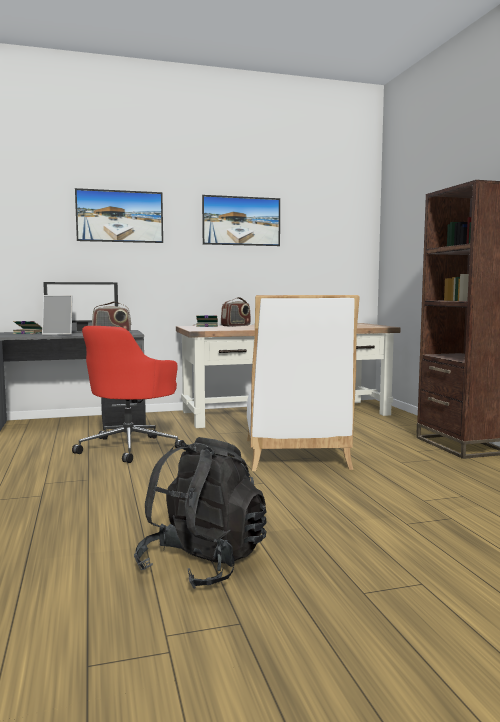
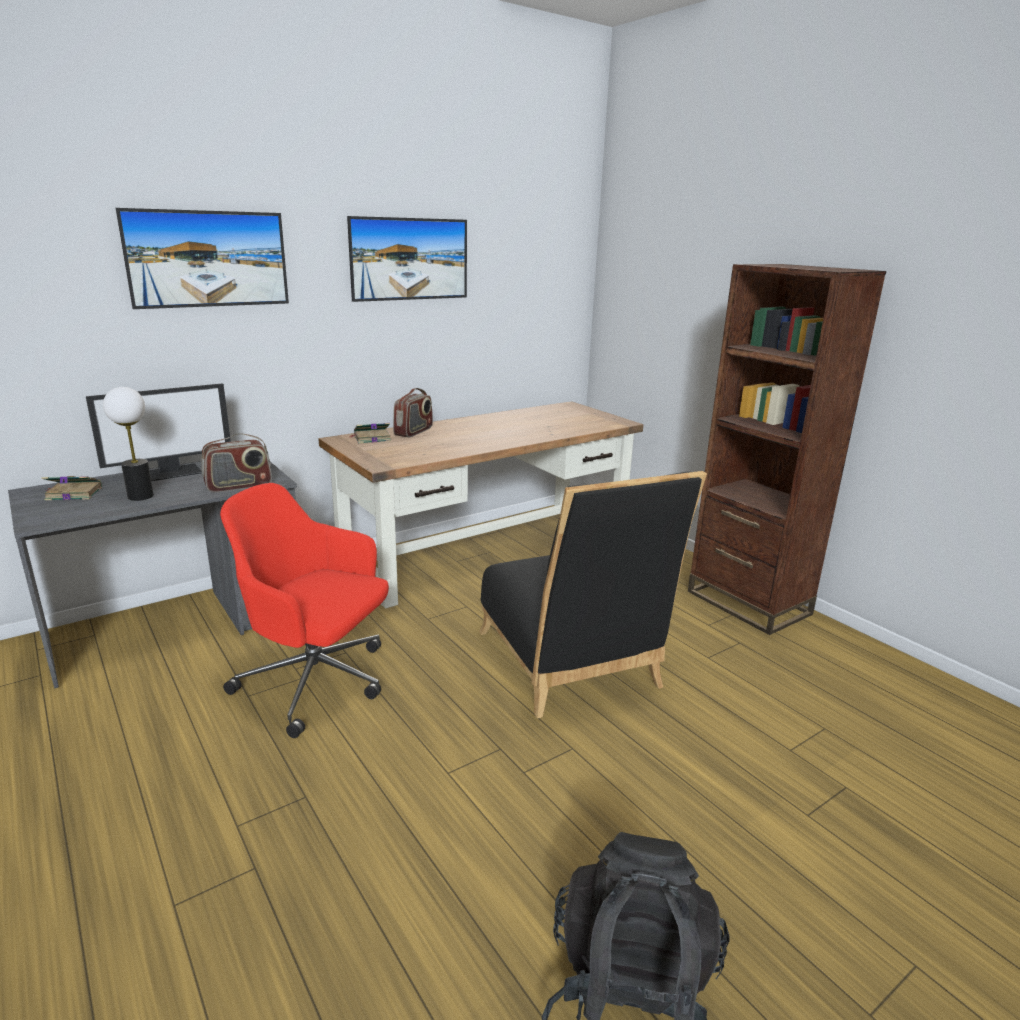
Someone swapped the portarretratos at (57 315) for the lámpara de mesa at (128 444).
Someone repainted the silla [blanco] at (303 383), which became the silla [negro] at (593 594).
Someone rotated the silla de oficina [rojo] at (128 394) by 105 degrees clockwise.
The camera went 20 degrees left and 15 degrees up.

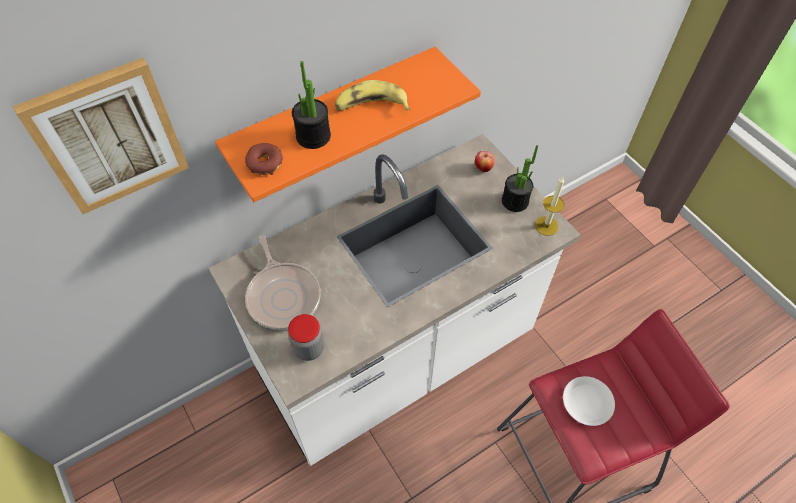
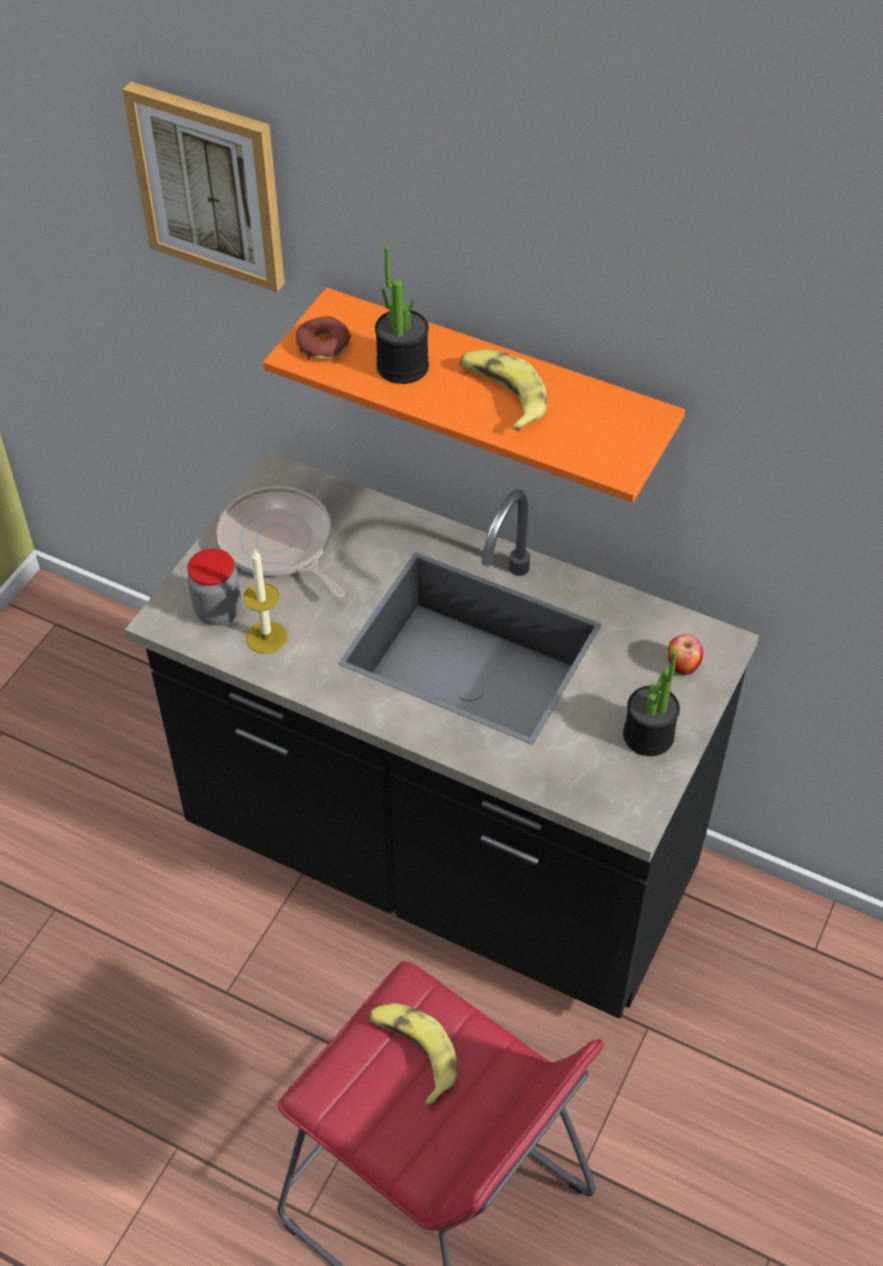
Someone repainted the mueble bajo de cocina [blanco] at (394 300), which became the mueble bajo de cocina [negro] at (442 735).
Someone carried the vela from (549 206) to (265 602).
Someone rotated the sartén at (283 282) by 105 degrees clockwise.
Someone swapped the plato [blanco] at (589 401) for the plátano at (413 1055).
The camera went 60 degrees right and 5 degrees down.

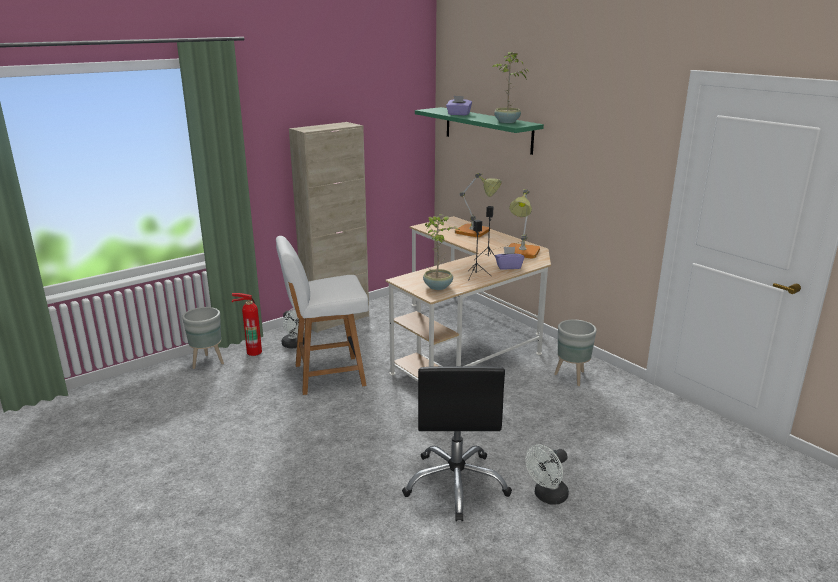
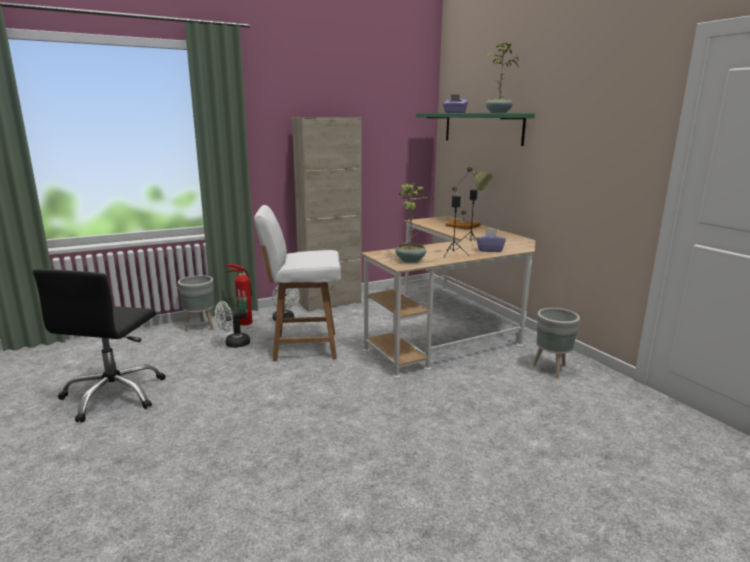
Someone took away the lámpara de mesa at (524 223).
Someone carried the silla de oficina [negro] from (457 443) to (99 345).
Someone carried the ventilador [blanco] from (547 475) to (232 324).
The camera went 10 degrees right and 5 degrees down.

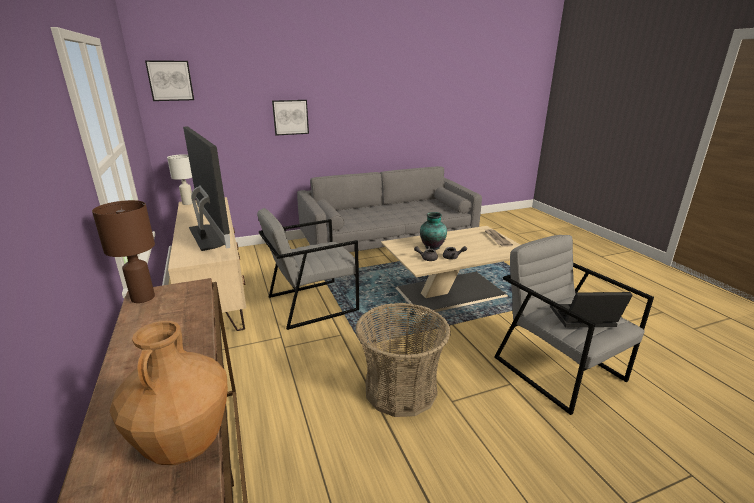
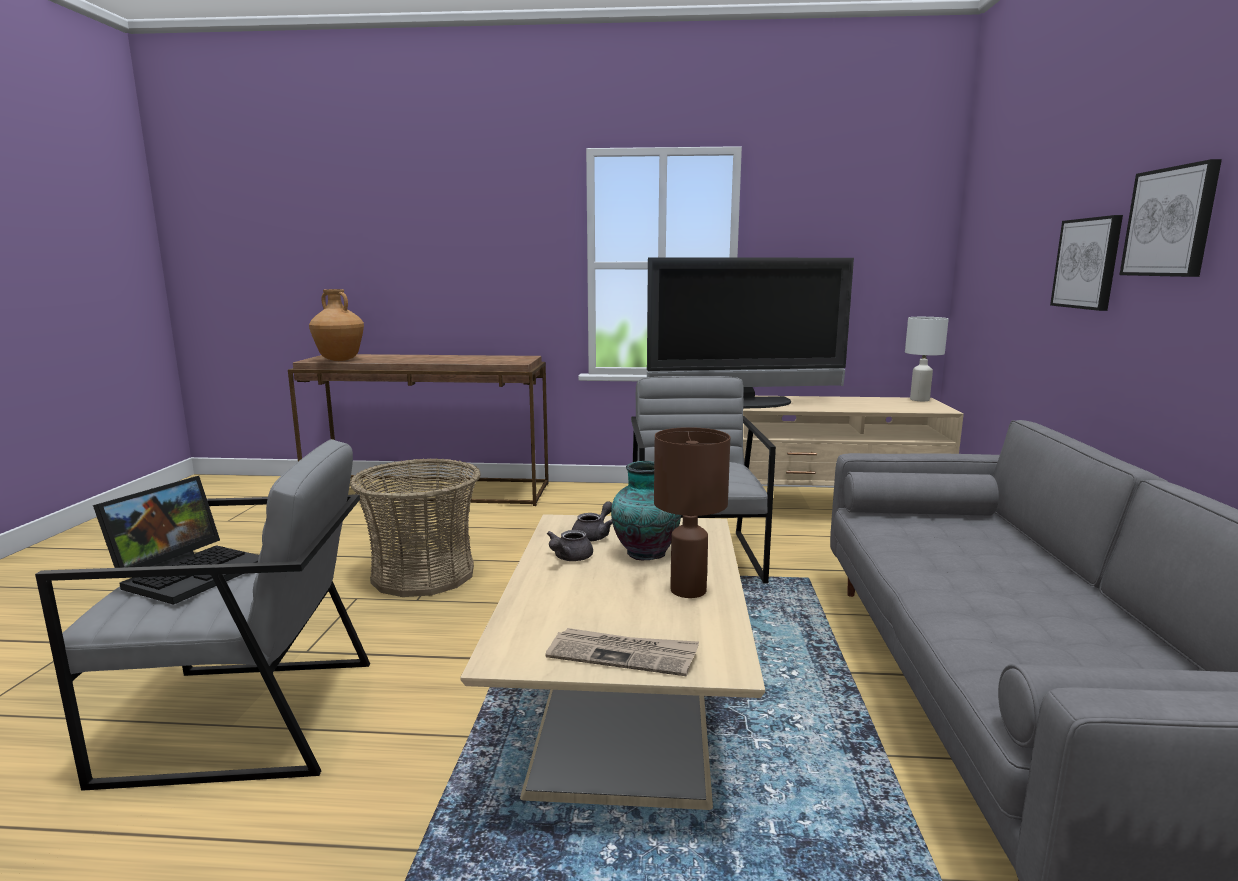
Someone carried the cuadro from (169 81) to (1171 218).
Someone carried the lámpara de mesa [marrón] from (123 251) to (692 512).
The camera went 115 degrees right and 10 degrees down.

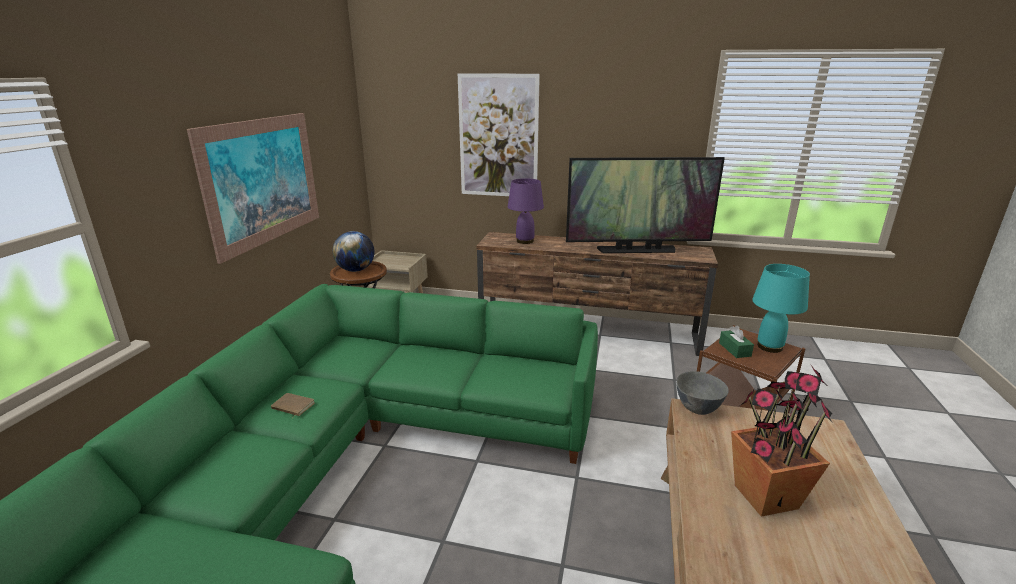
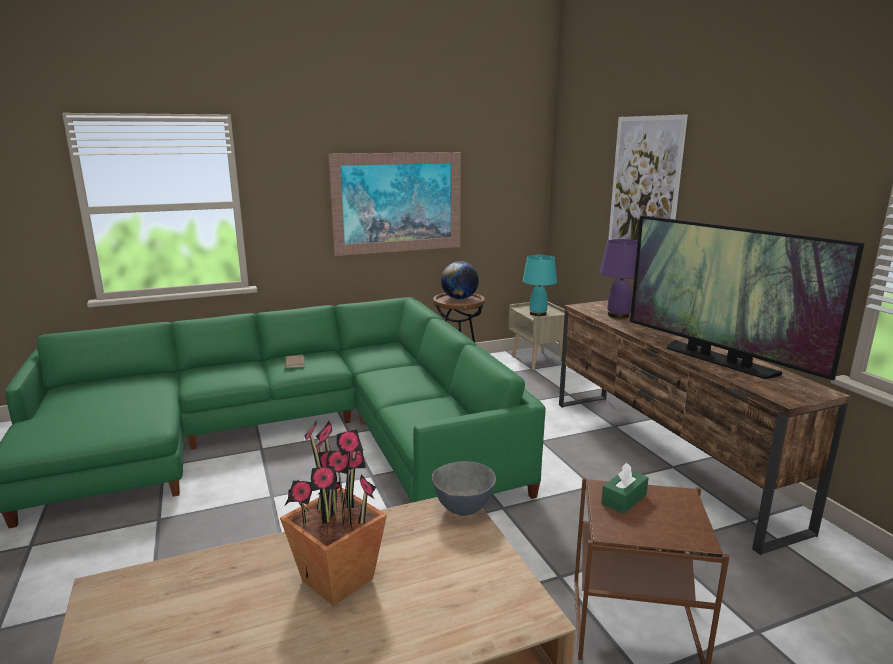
Someone carried the lámpara de mesa [turquesa] from (781 308) to (540 285).
The camera went 55 degrees right and 5 degrees down.

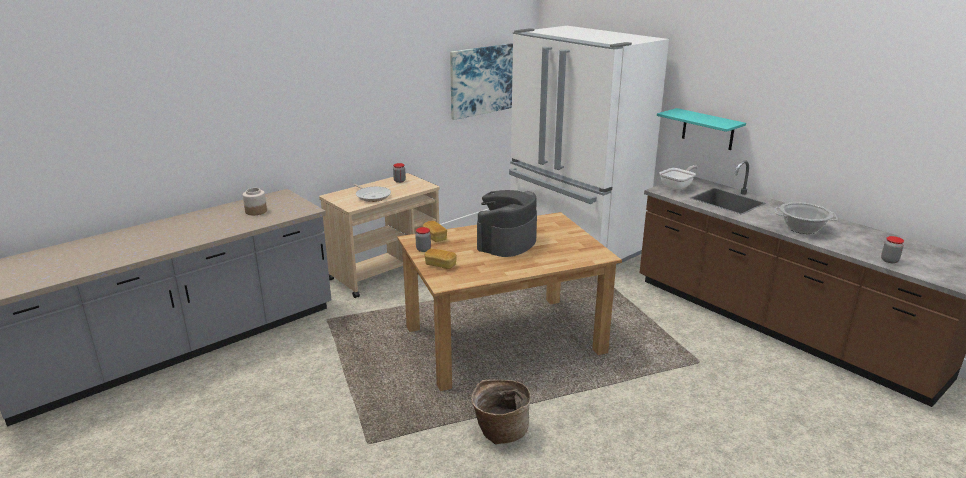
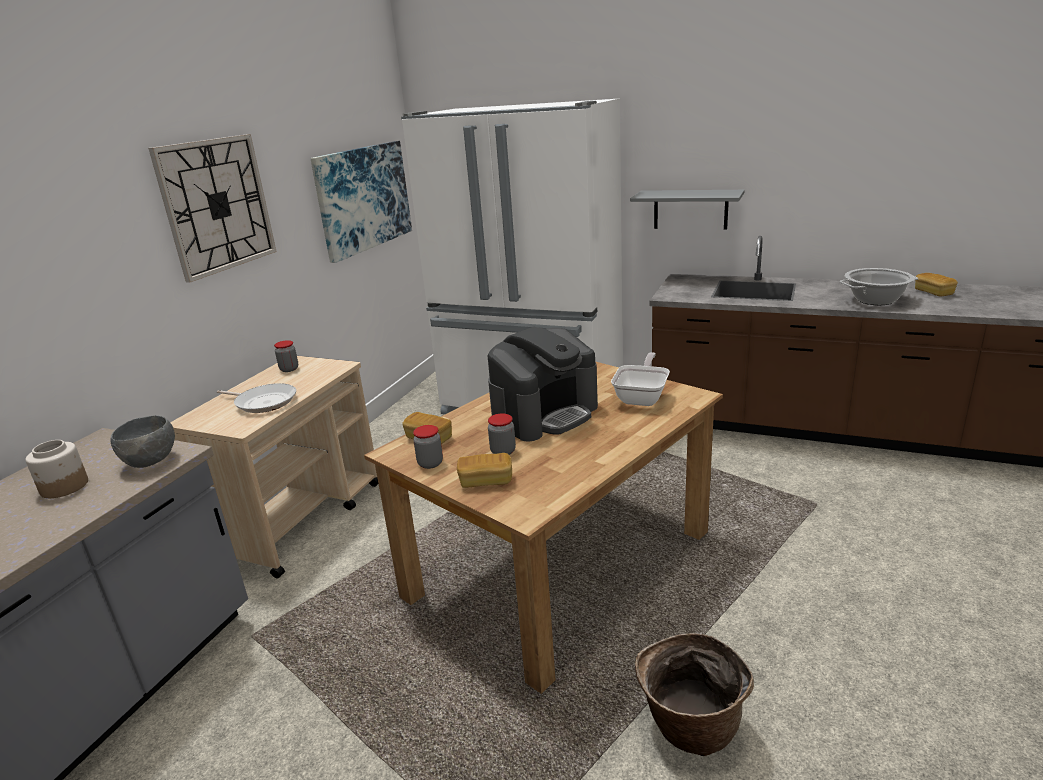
Someone repainted the estante [turquesa] at (701 129), which became the estante [gris] at (687 210).
Someone carried the sartén from (678 177) to (640 379).
Someone rotated the cafetera at (507 223) by 135 degrees counterclockwise.
Someone carried the tarro from (892 249) to (502 434).
Someone put up the reloj de pared at (212 208).
Someone put down the pan at (936 284).
Someone put down the cuenco [gris] at (142 441).
The camera went 25 degrees left and 0 degrees up.

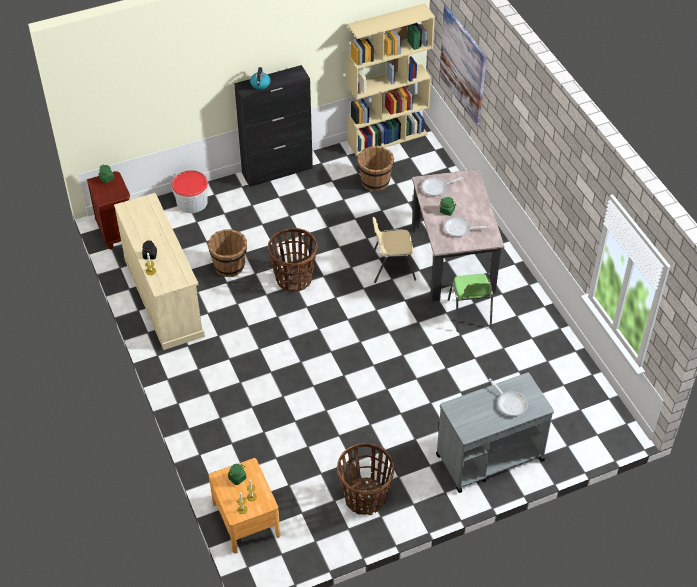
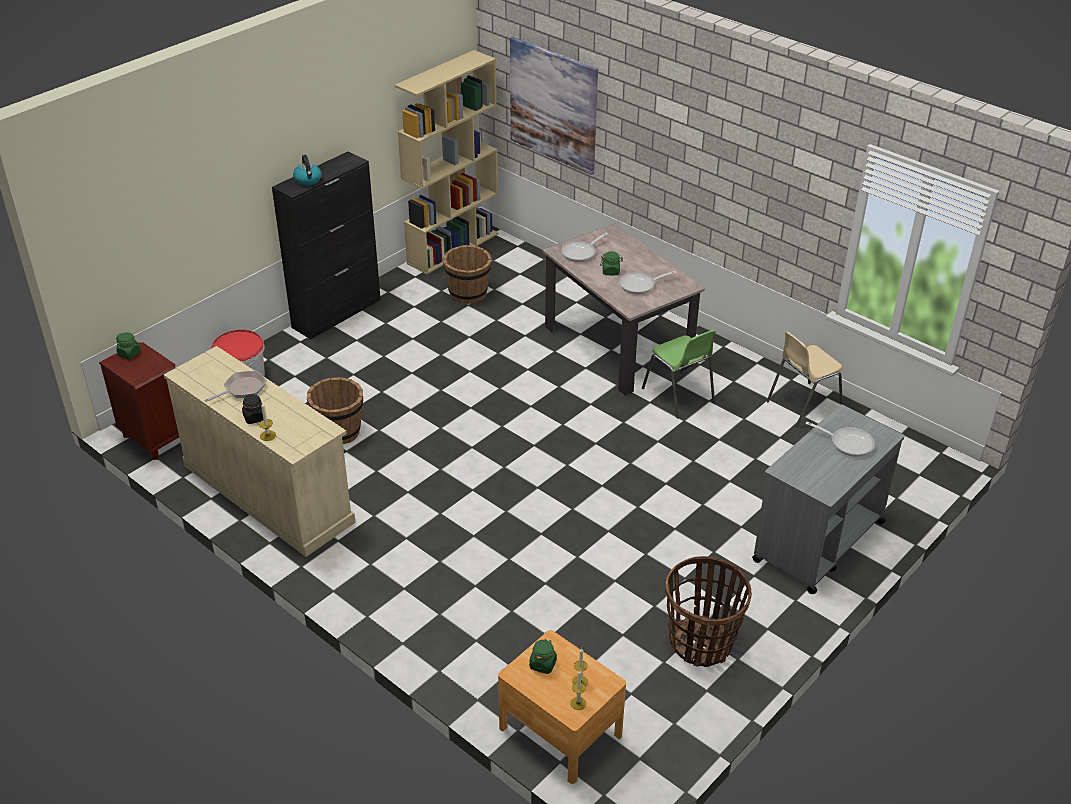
Someone carried the silla [beis] from (393 250) to (804 379).
Someone took away the cesta at (293 260).
Someone put down the sartén at (236 386).
The camera went 25 degrees left and 10 degrees down.

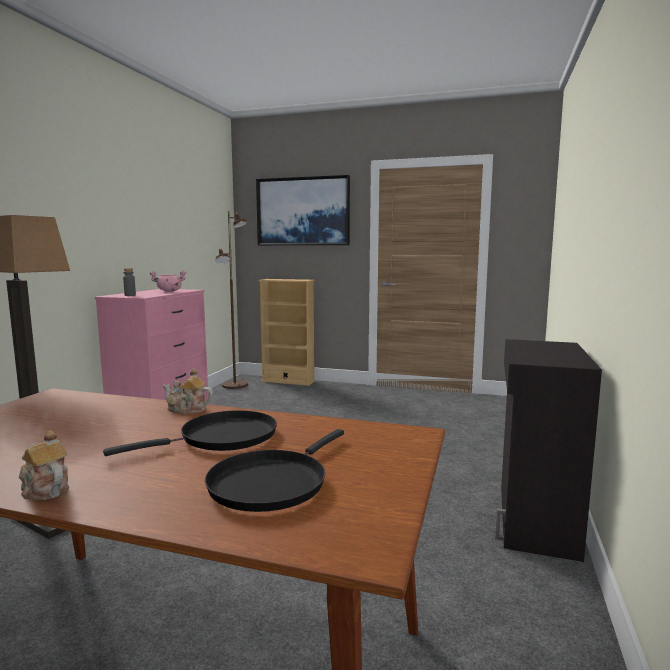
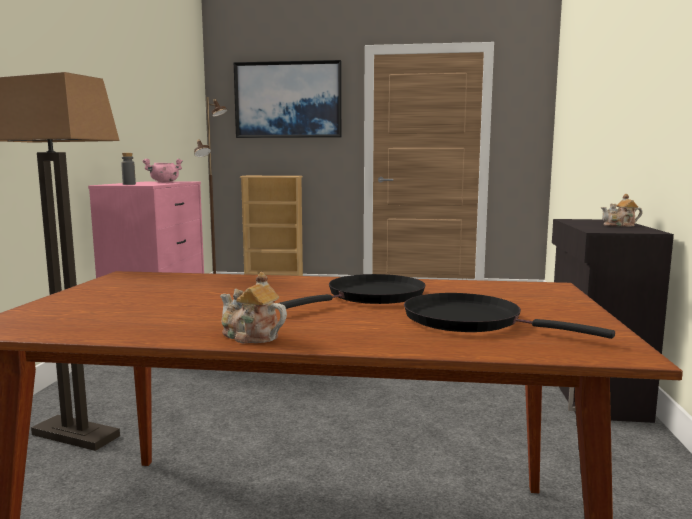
Someone carried the tetera from (188 391) to (622 210).
Someone rotated the sartén [negro] at (274 470) by 105 degrees clockwise.
The camera went 10 degrees left and 0 degrees up.

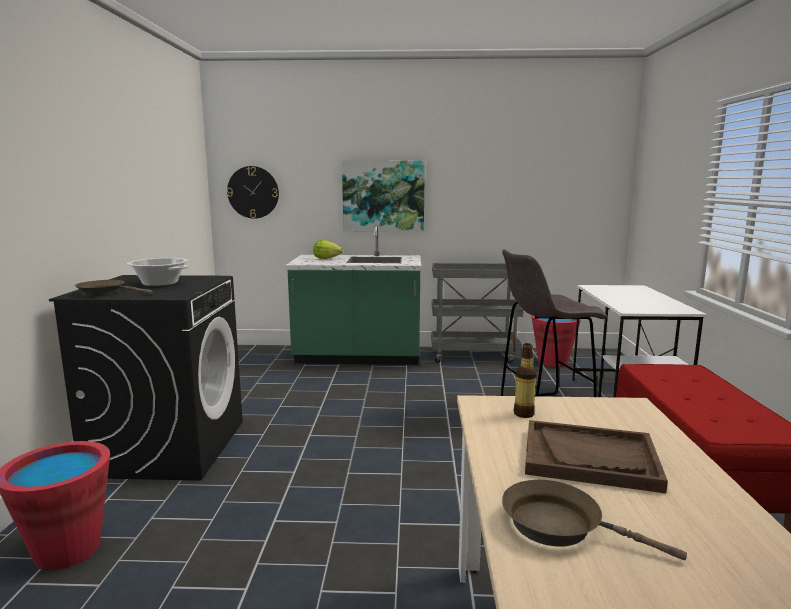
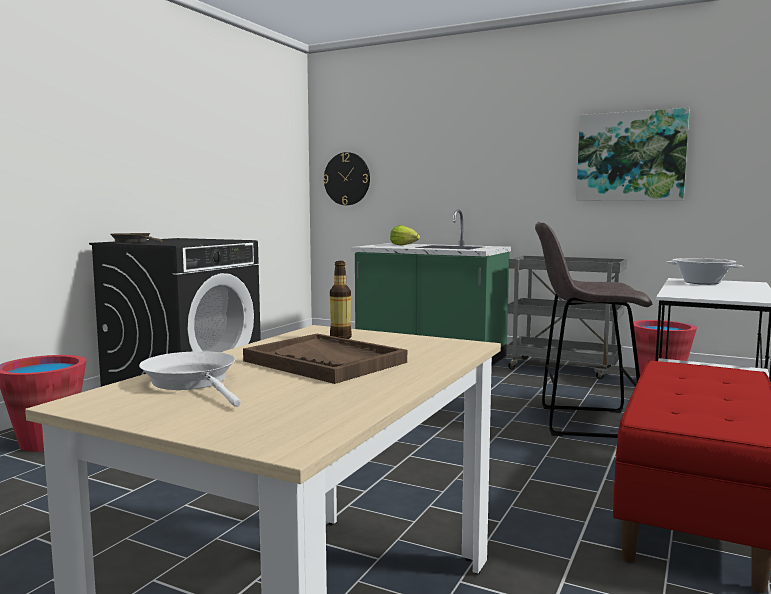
Someone carried the cuadro from (383 196) to (632 154).
Someone carried the olla from (158 272) to (705 271).
Someone repainted the sartén [marrón] at (594 520), which became the sartén [blanco] at (190 379).
The camera went 25 degrees right and 5 degrees down.

